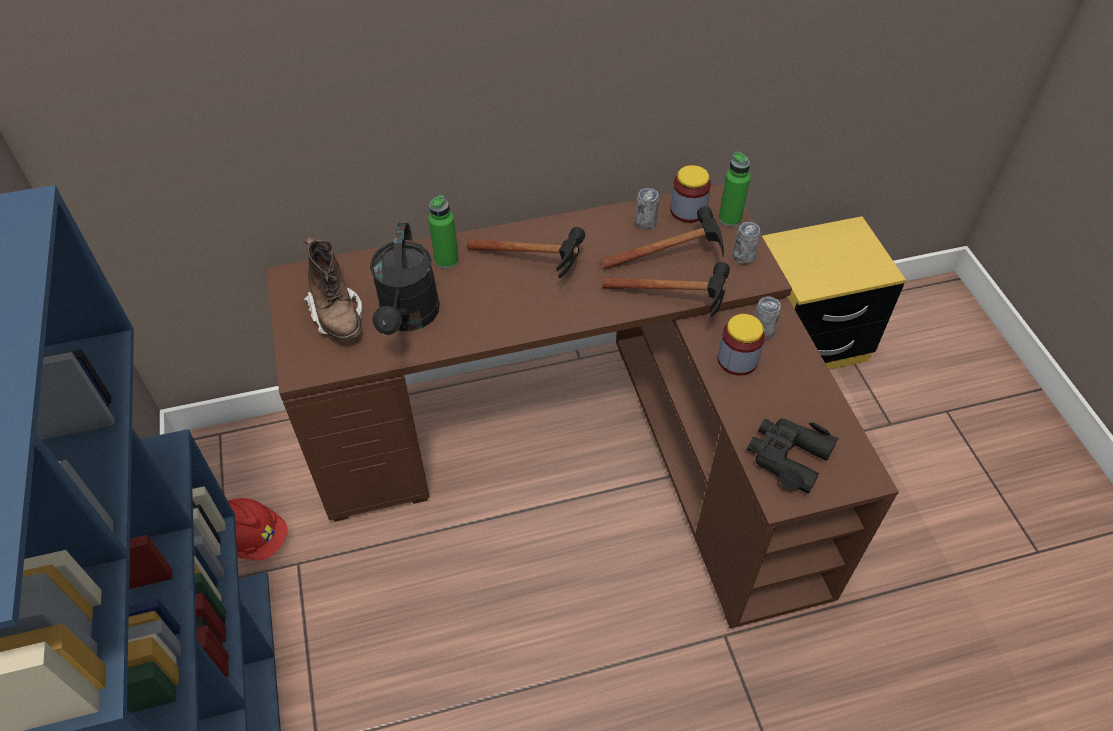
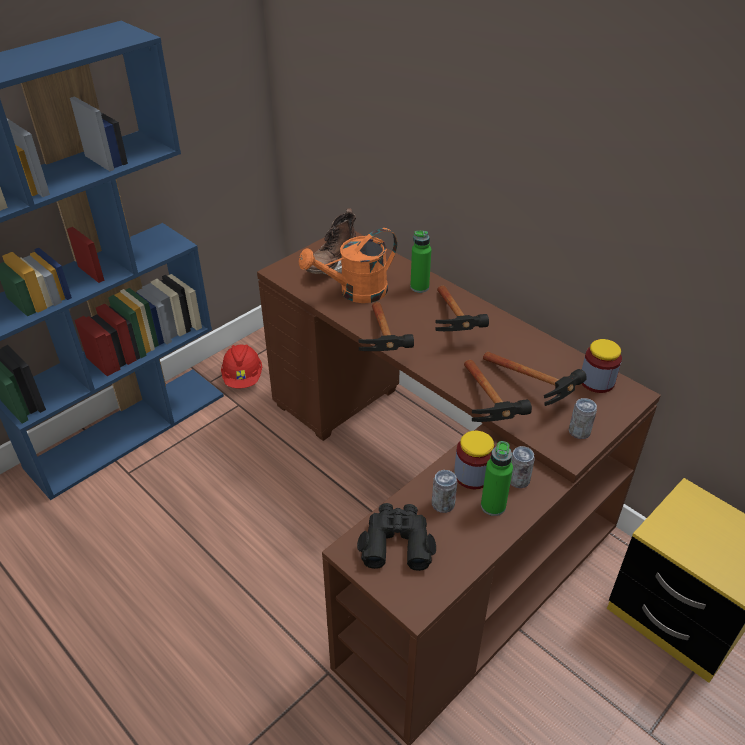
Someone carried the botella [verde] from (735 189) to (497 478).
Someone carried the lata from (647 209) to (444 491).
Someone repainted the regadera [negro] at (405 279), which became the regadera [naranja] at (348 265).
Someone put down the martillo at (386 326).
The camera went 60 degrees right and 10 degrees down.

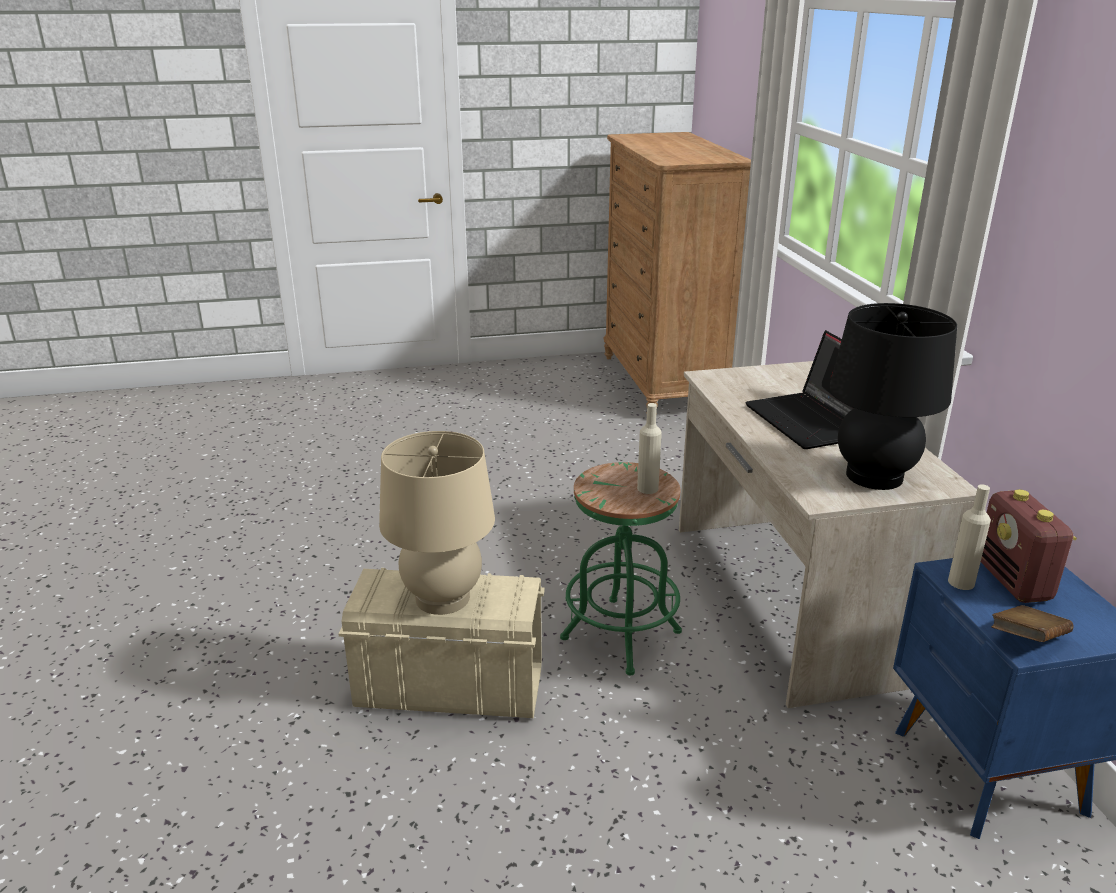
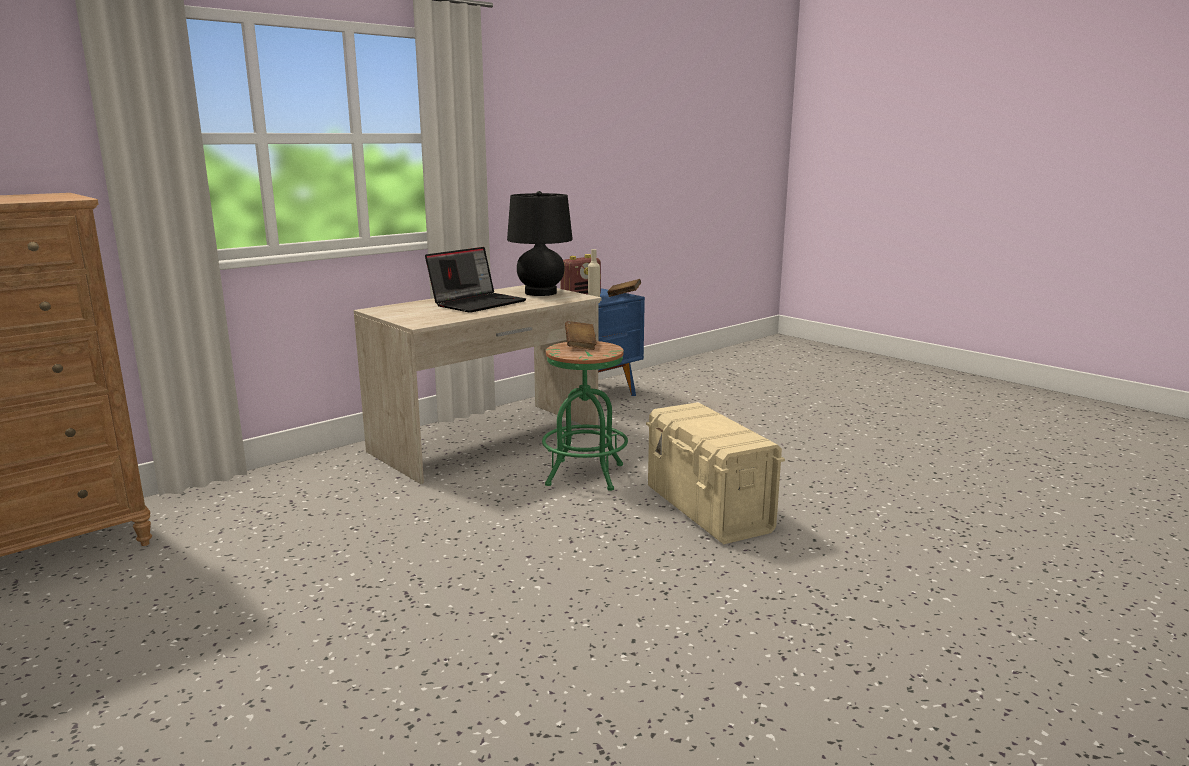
Someone swapped the botella [beis] at (649 448) for the libro [marrón] at (581 335).
Someone took away the lámpara de mesa [beis] at (437 523).
The camera went 120 degrees left and 10 degrees down.

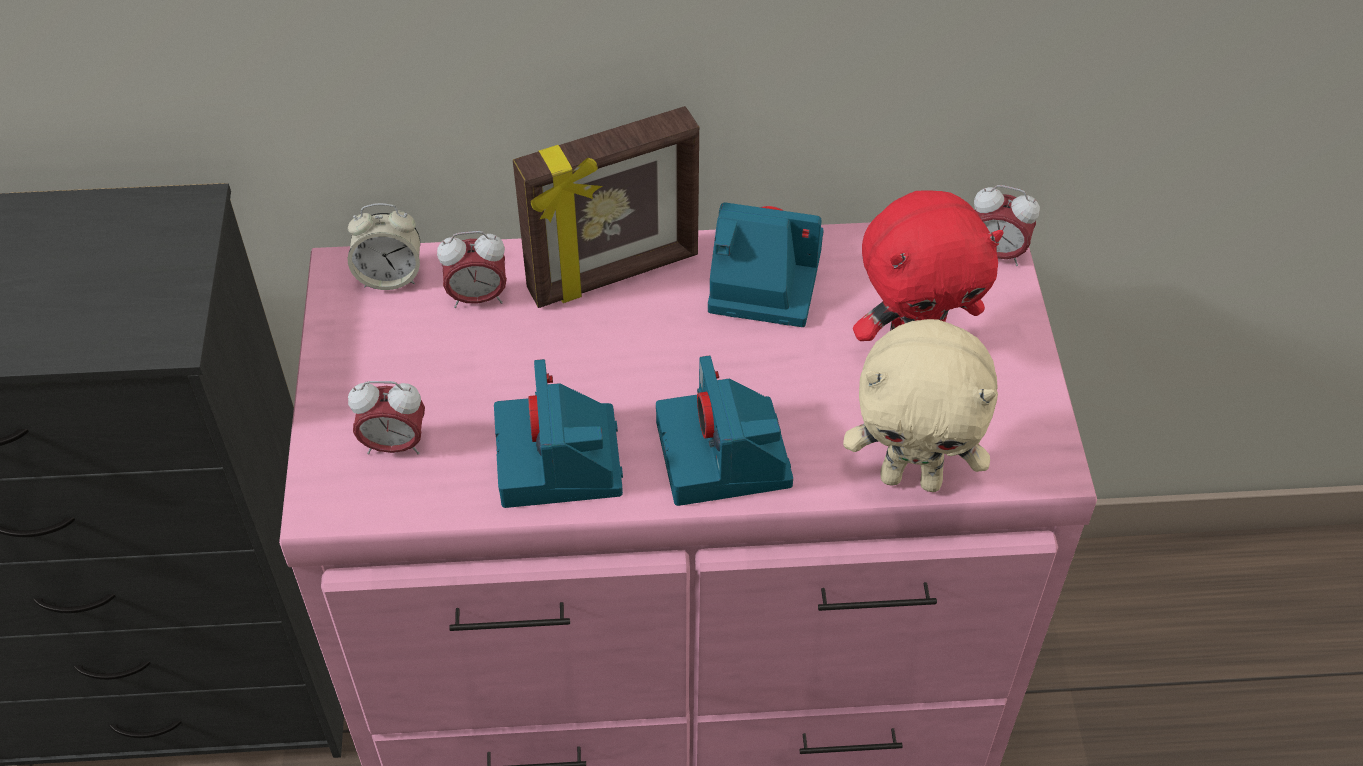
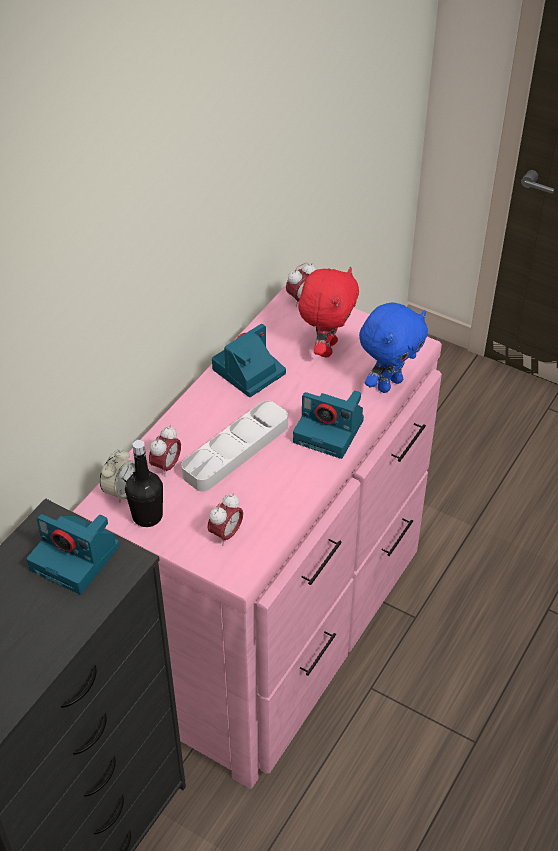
Someone took away the portarretratos at (606 207).
Someone repainted the peluche [beis] at (920 405), which became the peluche [azul] at (393 347).
Someone carried the cámara from (558 433) to (73 554).
Someone put down the bandeja [gris] at (235 446).
Someone put down the botella [negro] at (144 483).
The camera went 55 degrees left and 5 degrees down.

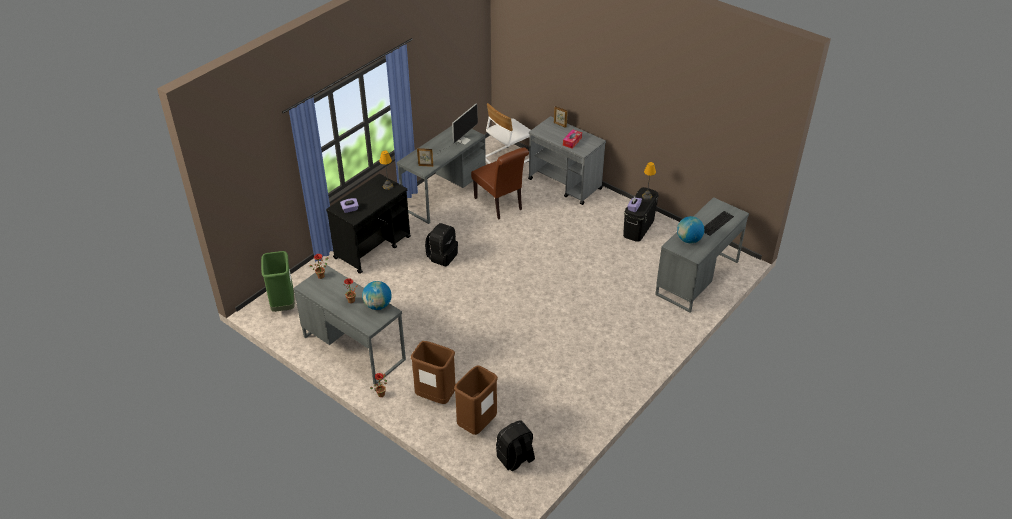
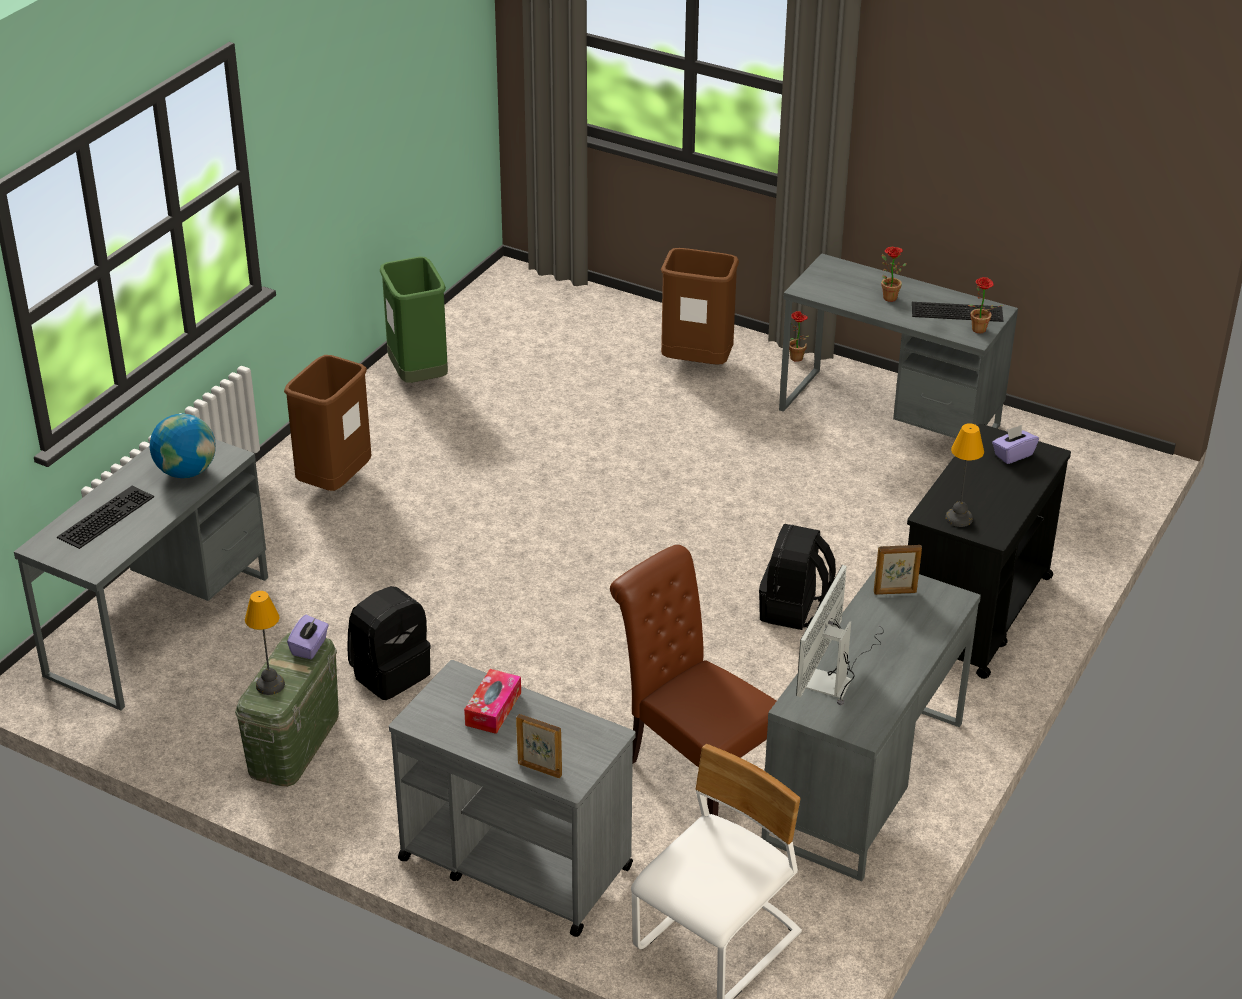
Someone repainted the caja de almacenaje [negro] at (641 214), which became the caja de almacenaje [verde] at (287 709).
Someone carried the papelera [verde] from (278 281) to (414 320).
Someone took away the globo terráqueo at (377 295).
Someone carried the papelera [marrón] from (476 400) to (327 423).
Someone carried the mochila [negro] from (515 445) to (389 643).
Someone put down the teclado at (957 312).
The camera went 170 degrees right and 5 degrees down.

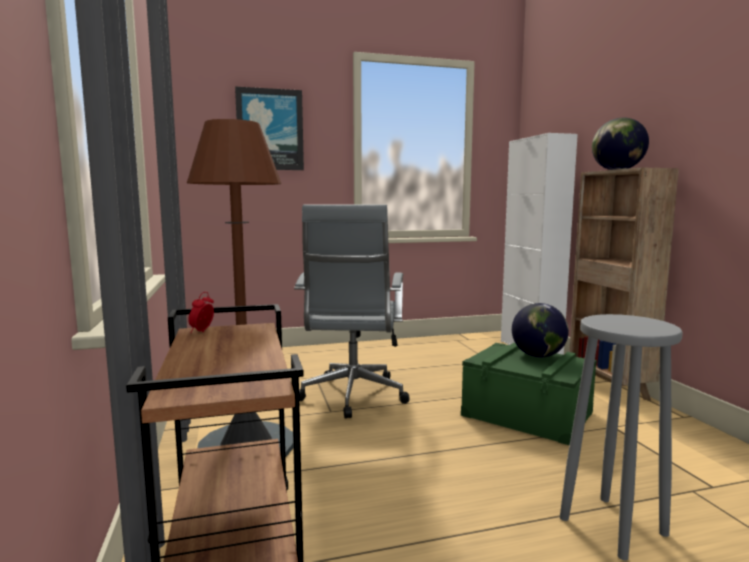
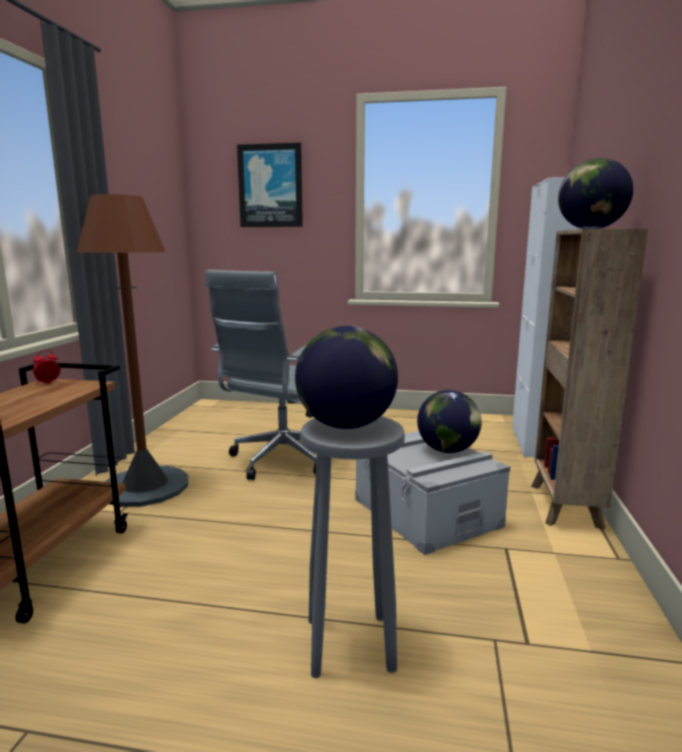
Someone repainted the caja de almacenaje [verde] at (529 394), which became the caja de almacenaje [gris] at (432 493).
Someone put down the globo terráqueo at (346 377).
The camera went 25 degrees right and 5 degrees up.

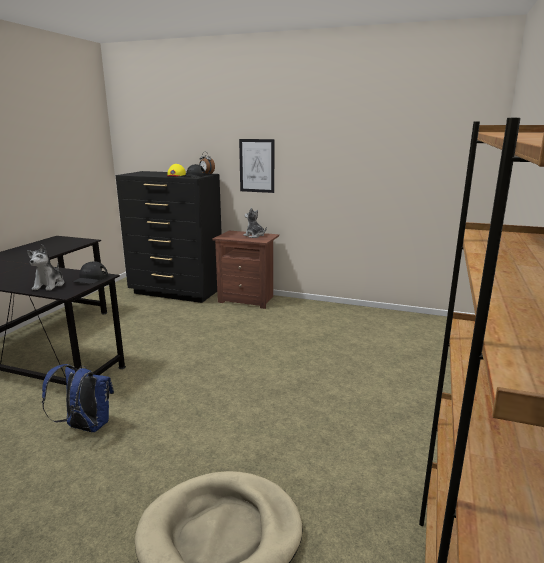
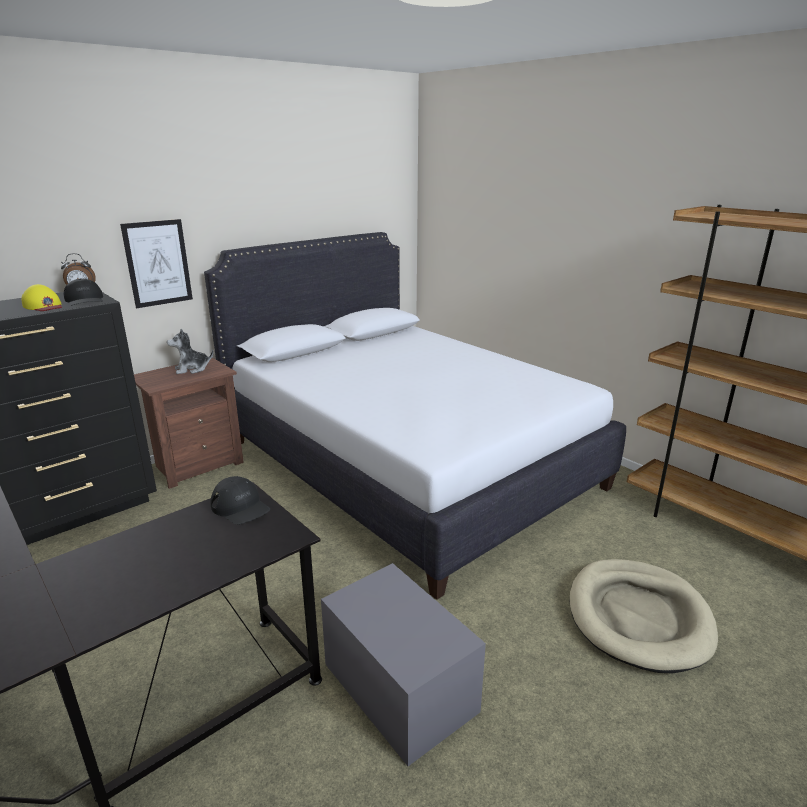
Someone took away the peluche at (45 268).
Someone swapped the mochila [azul] at (78 398) for the caja de almacenaje [gris] at (403 664).
Someone put down the cama [blanco] at (415 416).
The camera went 60 degrees left and 5 degrees up.

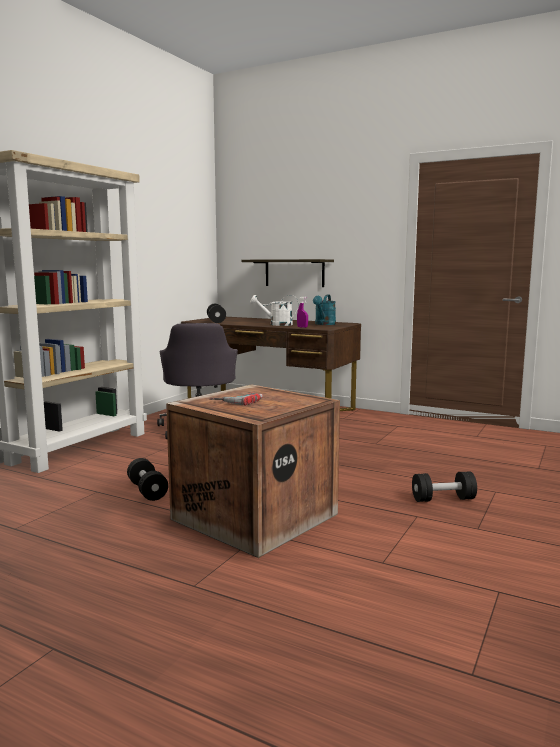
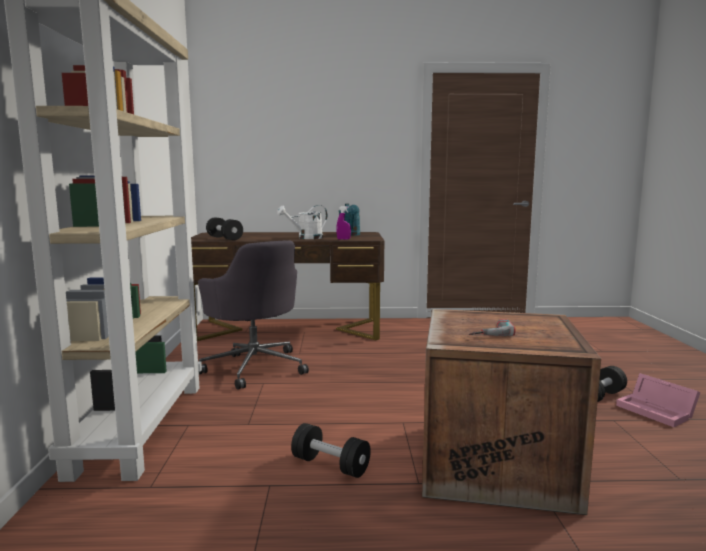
Someone took away the estante at (287 273).
Someone put down the caja de almacenaje [rosa] at (658 400).
The camera went 30 degrees left and 0 degrees up.

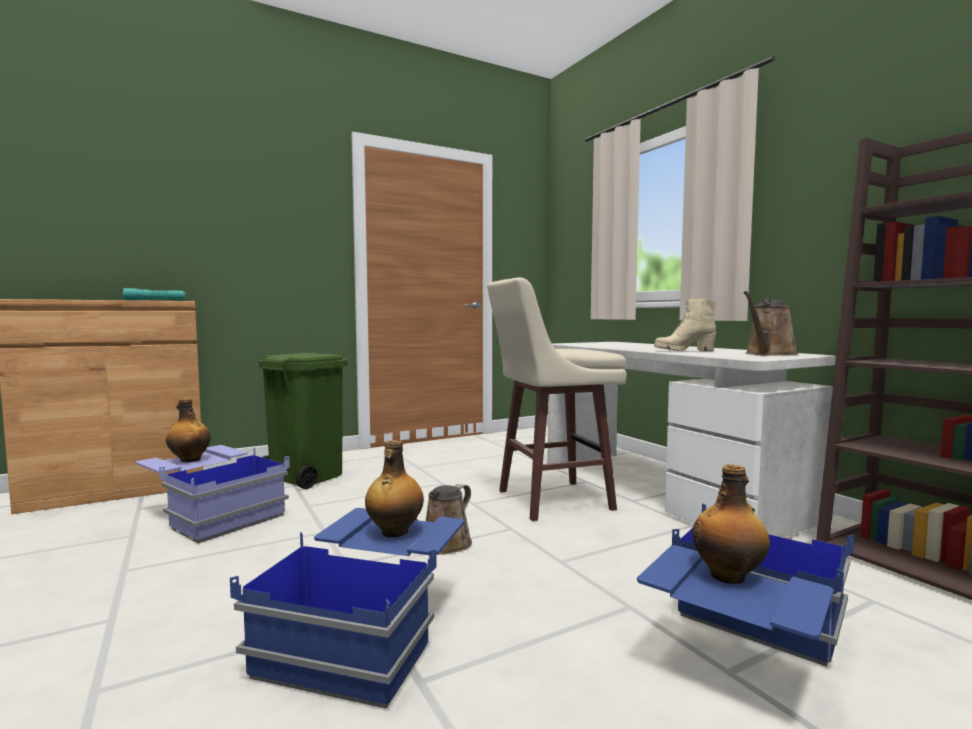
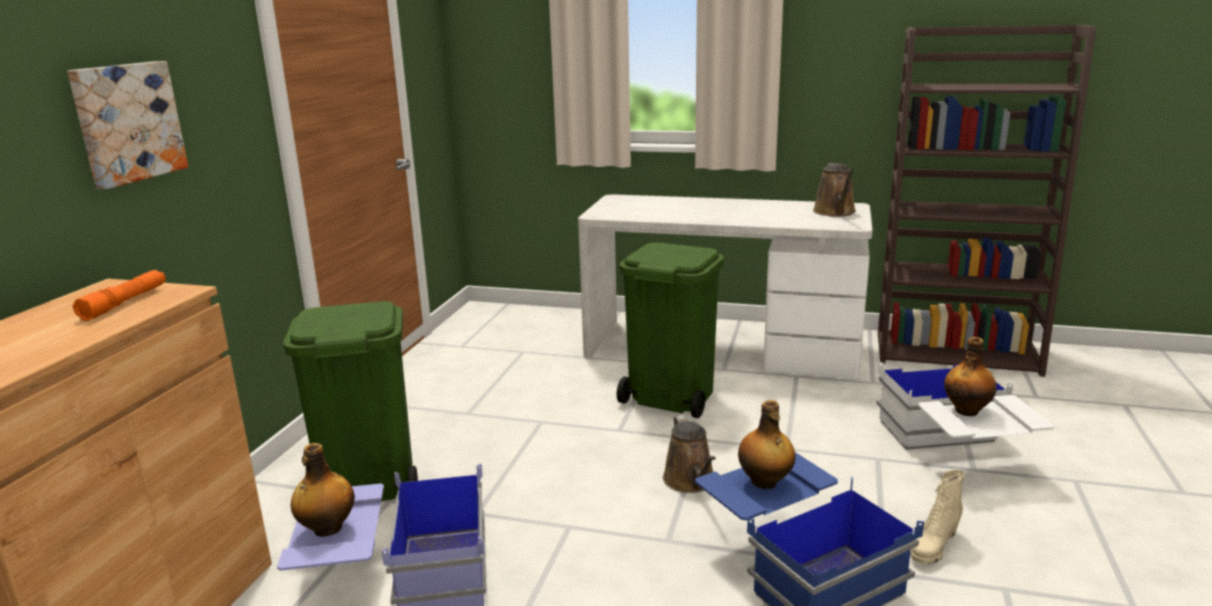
Someone swapped the taburete [beis] at (557 399) for the papelera [verde] at (670 330).
Someone repainted the linterna [turquesa] at (154 294), which became the linterna [naranja] at (119 295).
Someone carried the bota [beis] from (685 324) to (937 516).
Someone repainted the caja de almacenaje [azul] at (746 585), which became the caja de almacenaje [blanco] at (965 406).
Someone put up the cuadro at (127 125).
The camera went 45 degrees left and 15 degrees up.

